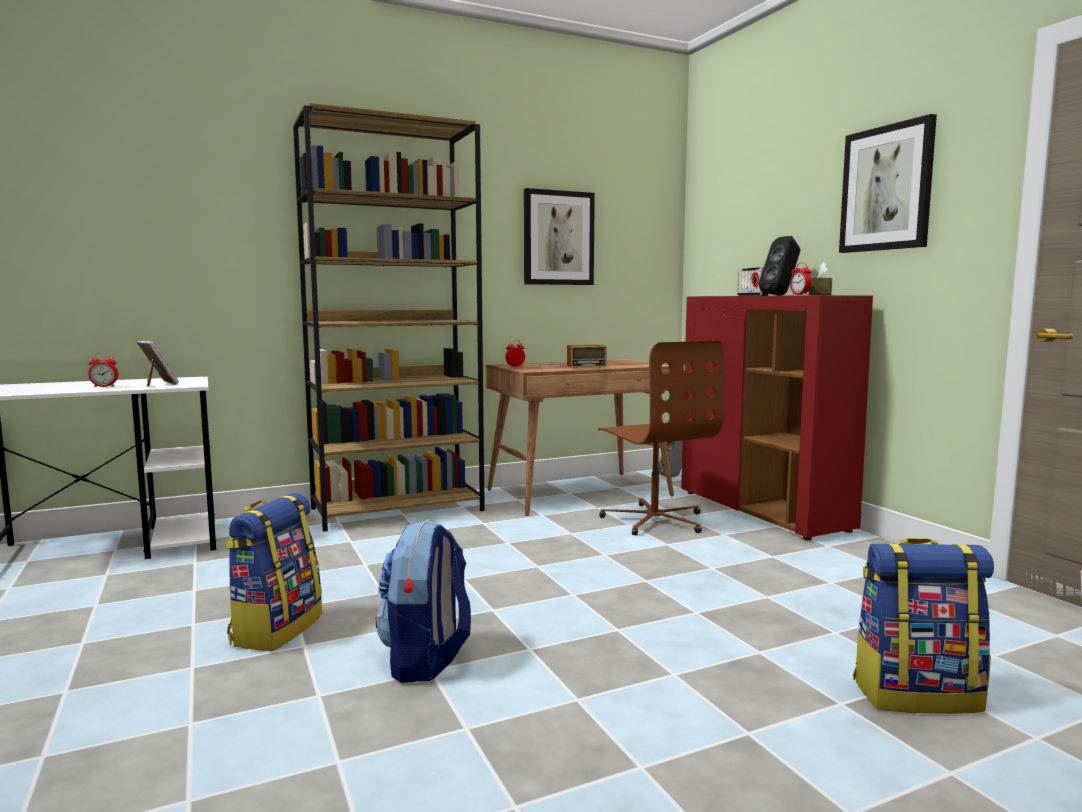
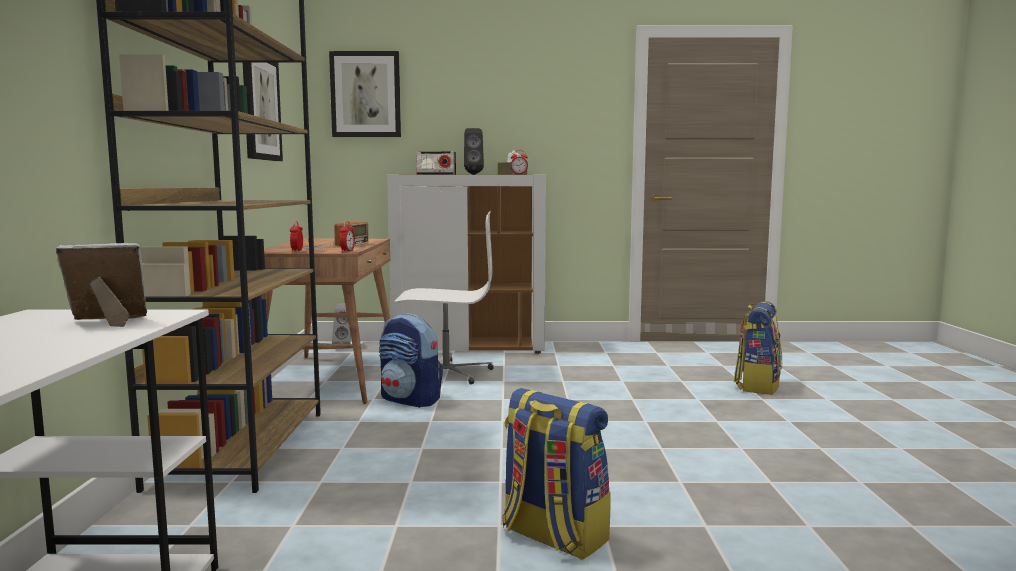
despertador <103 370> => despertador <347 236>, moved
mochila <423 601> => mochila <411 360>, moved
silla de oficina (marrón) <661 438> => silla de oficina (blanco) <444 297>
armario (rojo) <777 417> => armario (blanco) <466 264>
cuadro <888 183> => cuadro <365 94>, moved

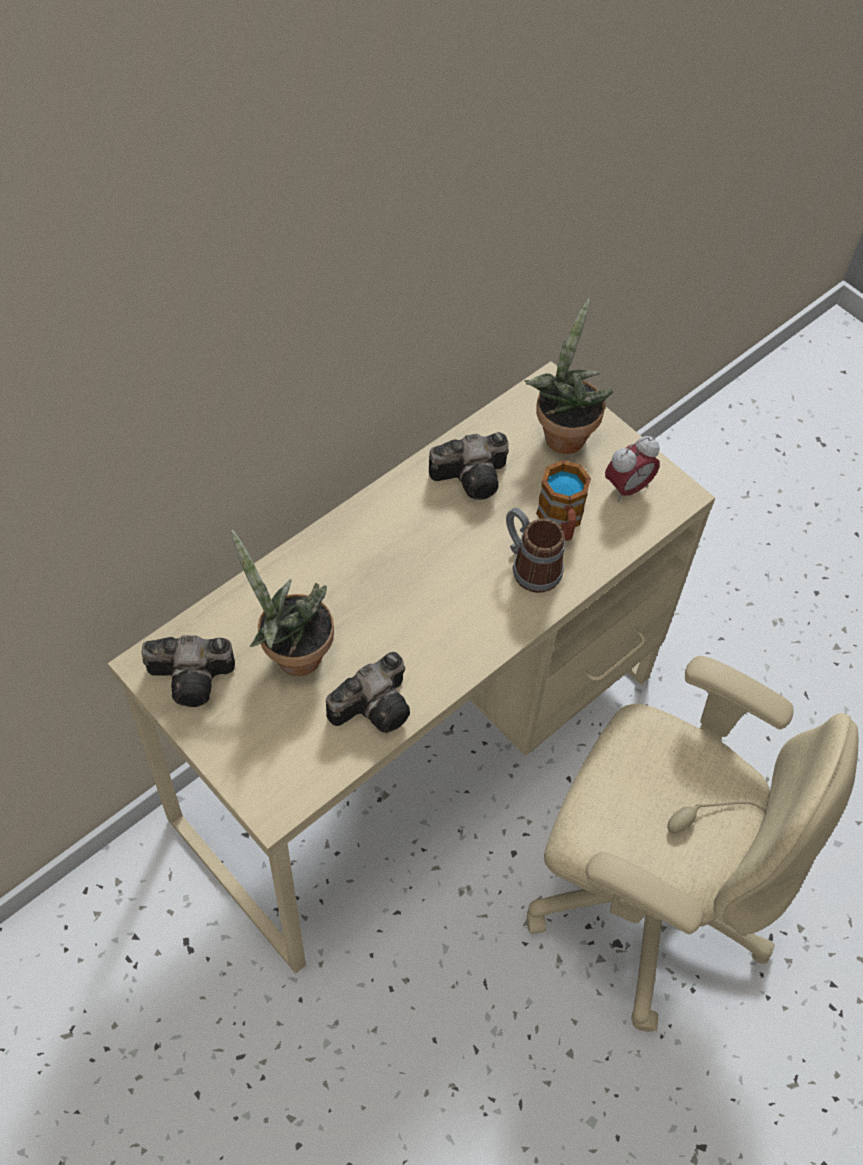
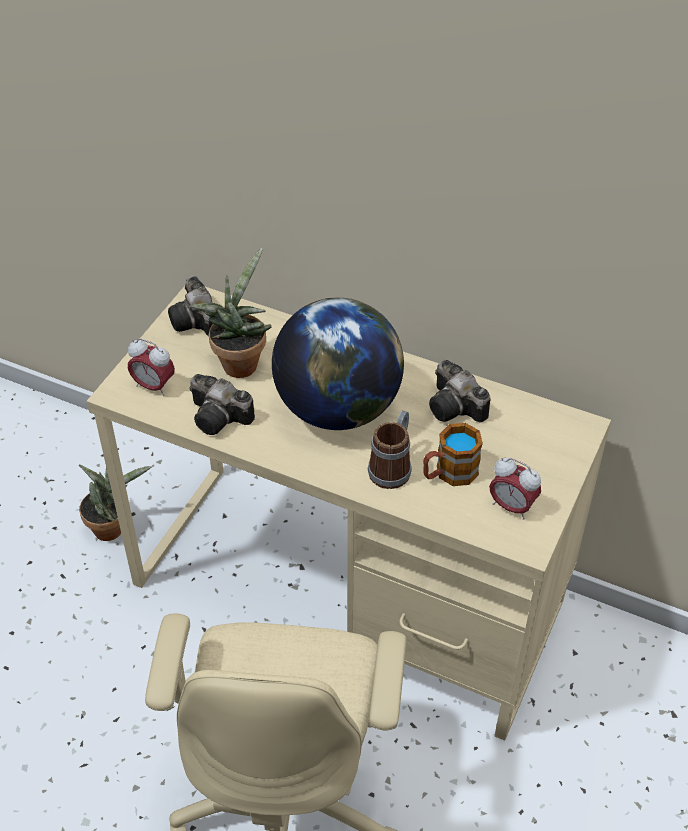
planta en maceta <569 376> => planta en maceta <115 503>, moved
nothing => despertador <151 367>
nothing => globo terráqueo <338 363>

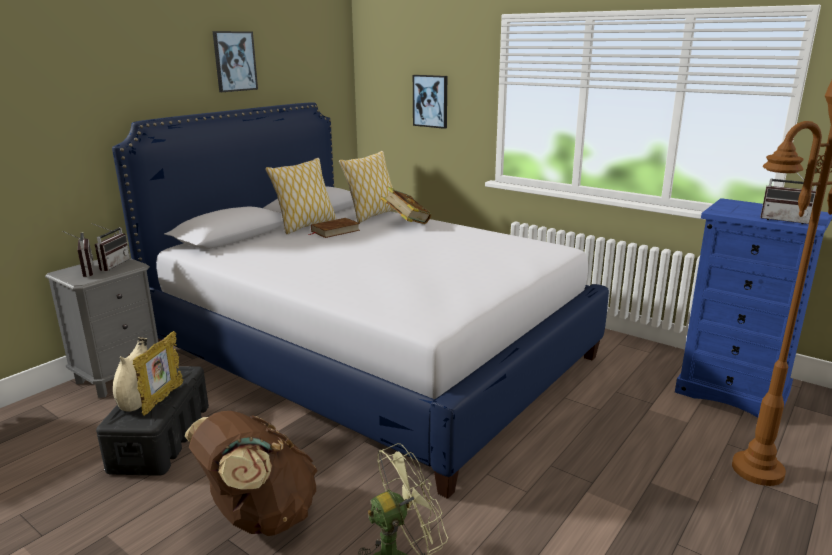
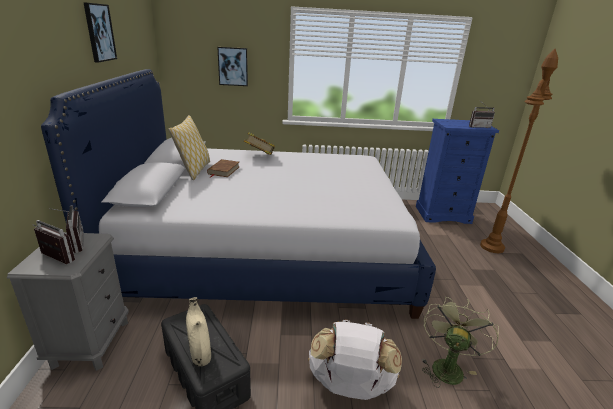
portarretratos <158 373> => nothing
mochila (marrón) <251 473> => mochila (blanco) <355 359>
cojín <367 187> => nothing

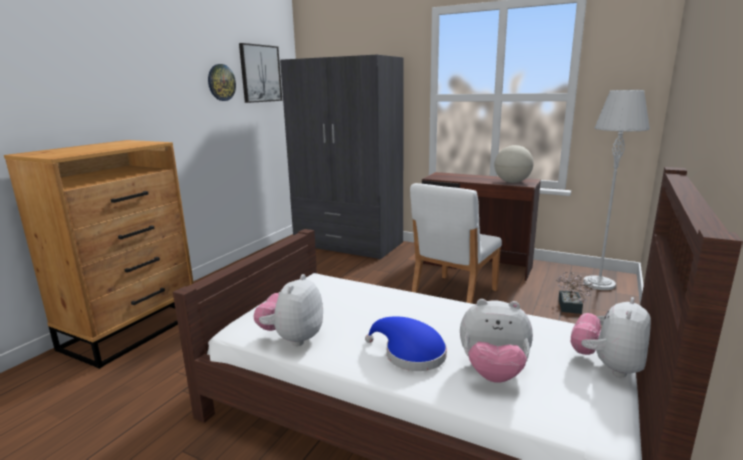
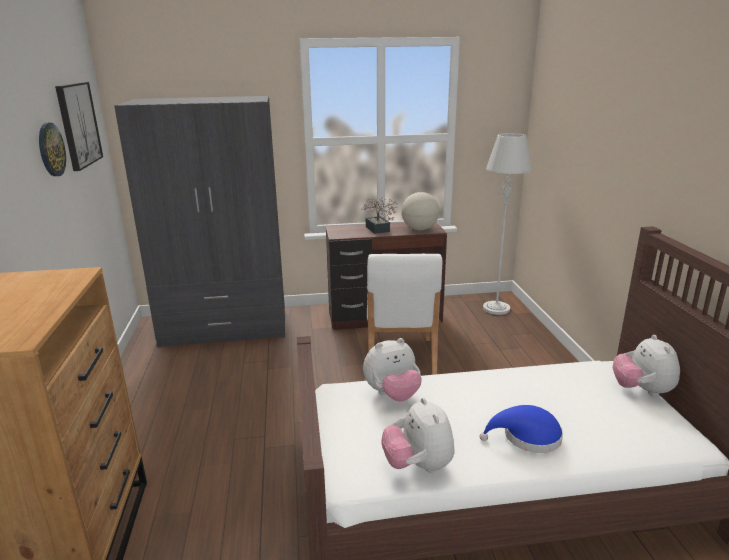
peluche <496 341> => peluche <392 369>, moved
planta en maceta <575 293> => planta en maceta <379 215>, moved

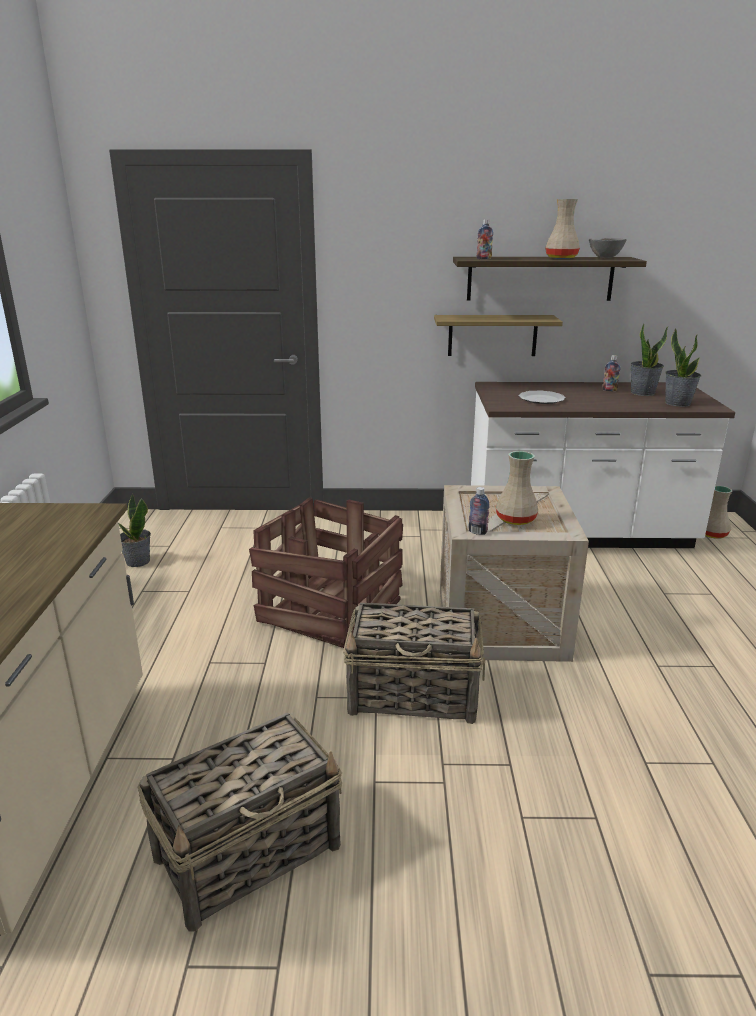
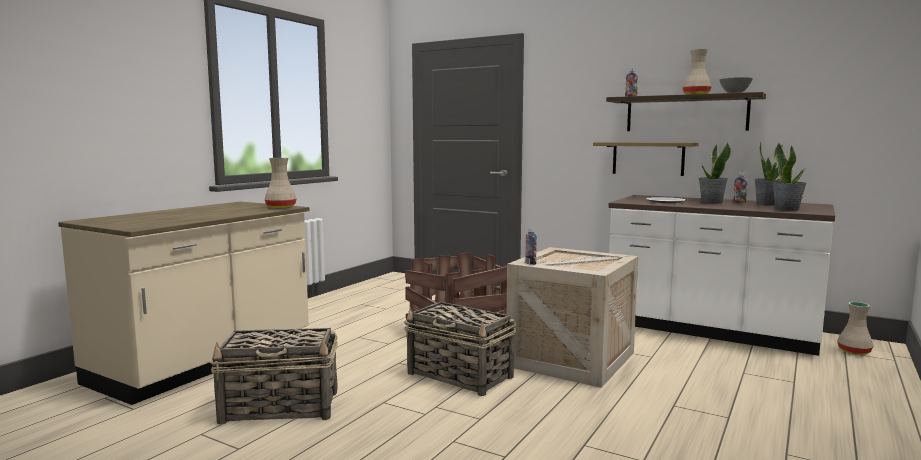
planta en maceta <134 530> => planta en maceta <715 173>, moved
florero (beis) <517 488> => florero (beis) <281 183>, moved

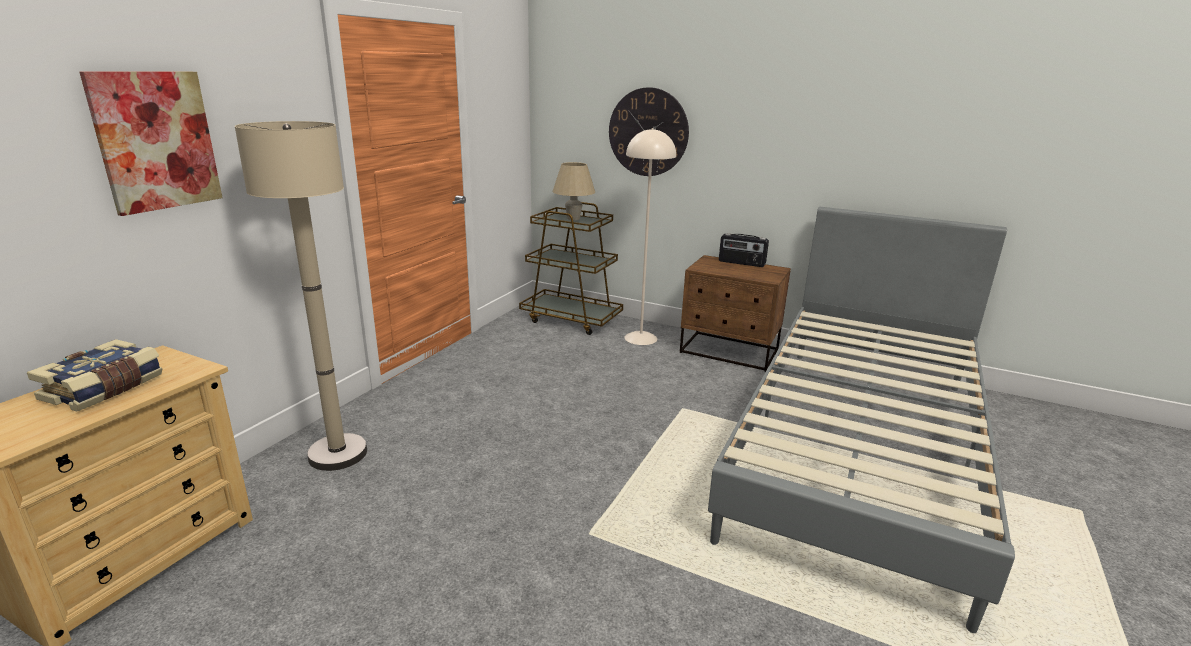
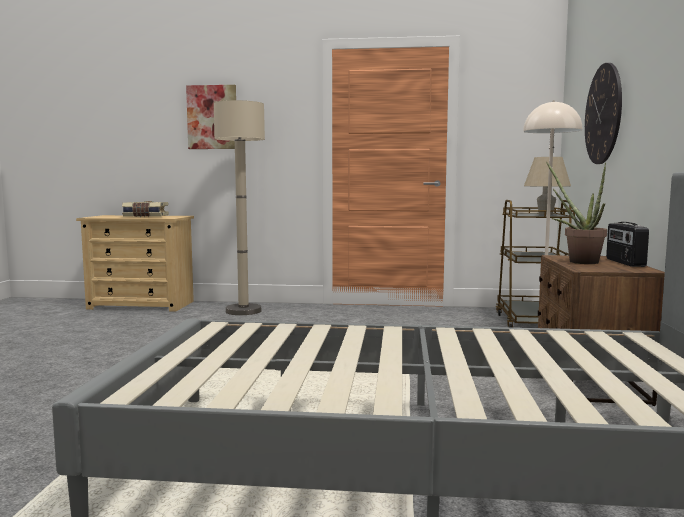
nothing => planta en maceta <576 213>

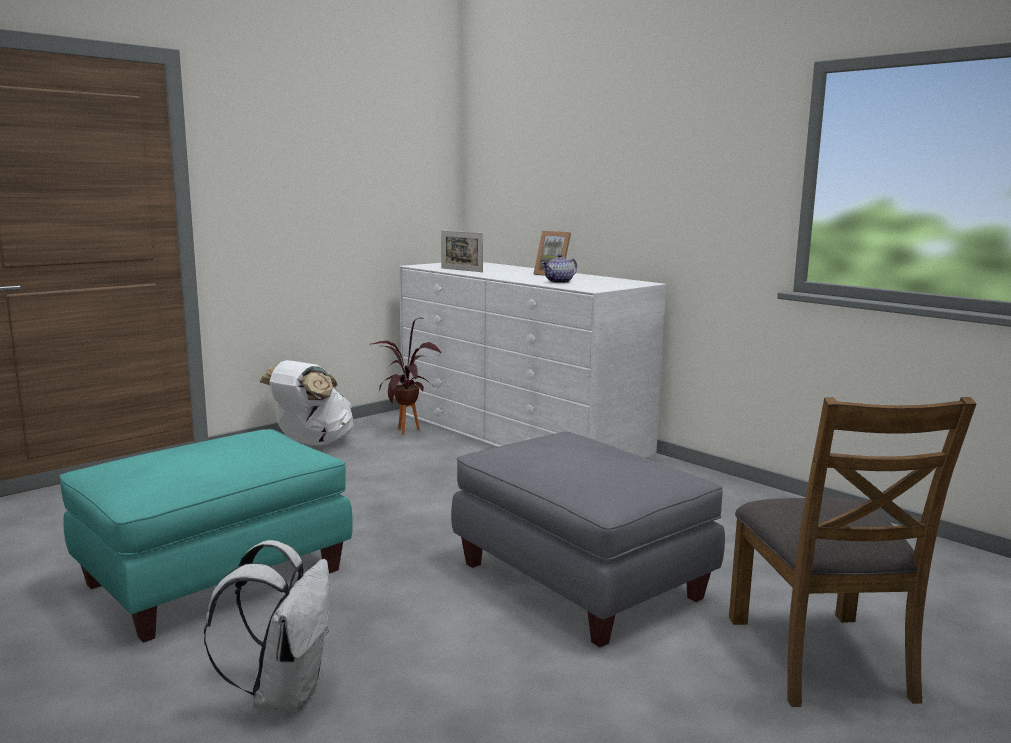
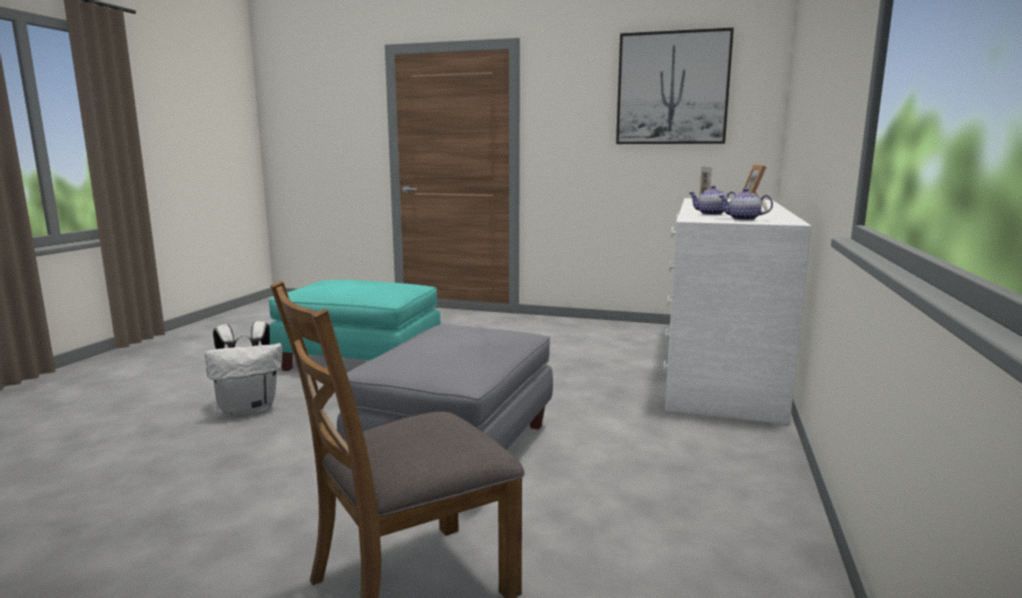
mochila (blanco) <307 402> => nothing
planta en maceta <406 376> => nothing
nothing => cuadro <675 86>
nothing => tetera <746 204>

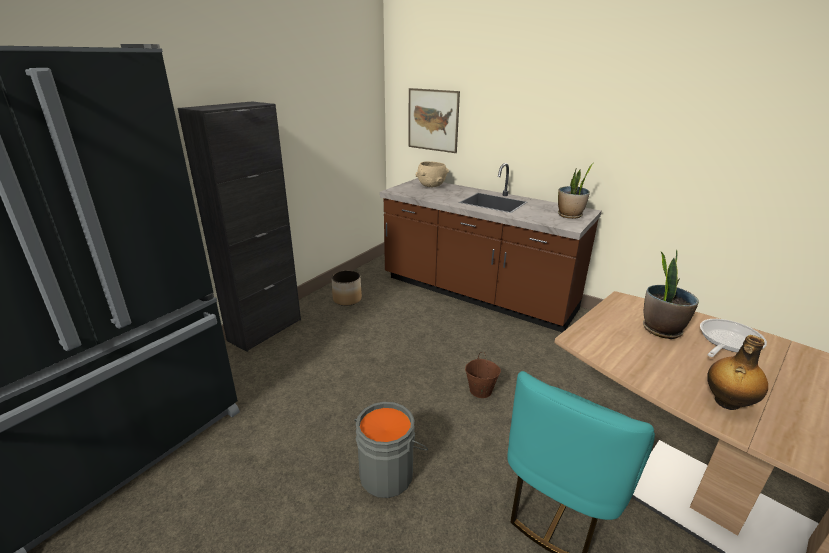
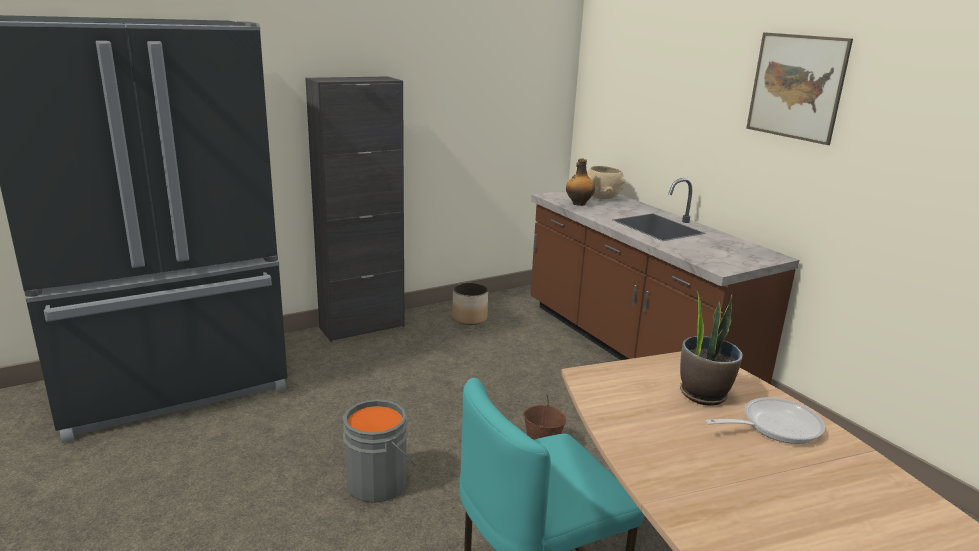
cuadro <434 120> => cuadro <799 88>, moved
planta en maceta <576 191> => nothing
botella <737 372> => botella <580 182>, moved

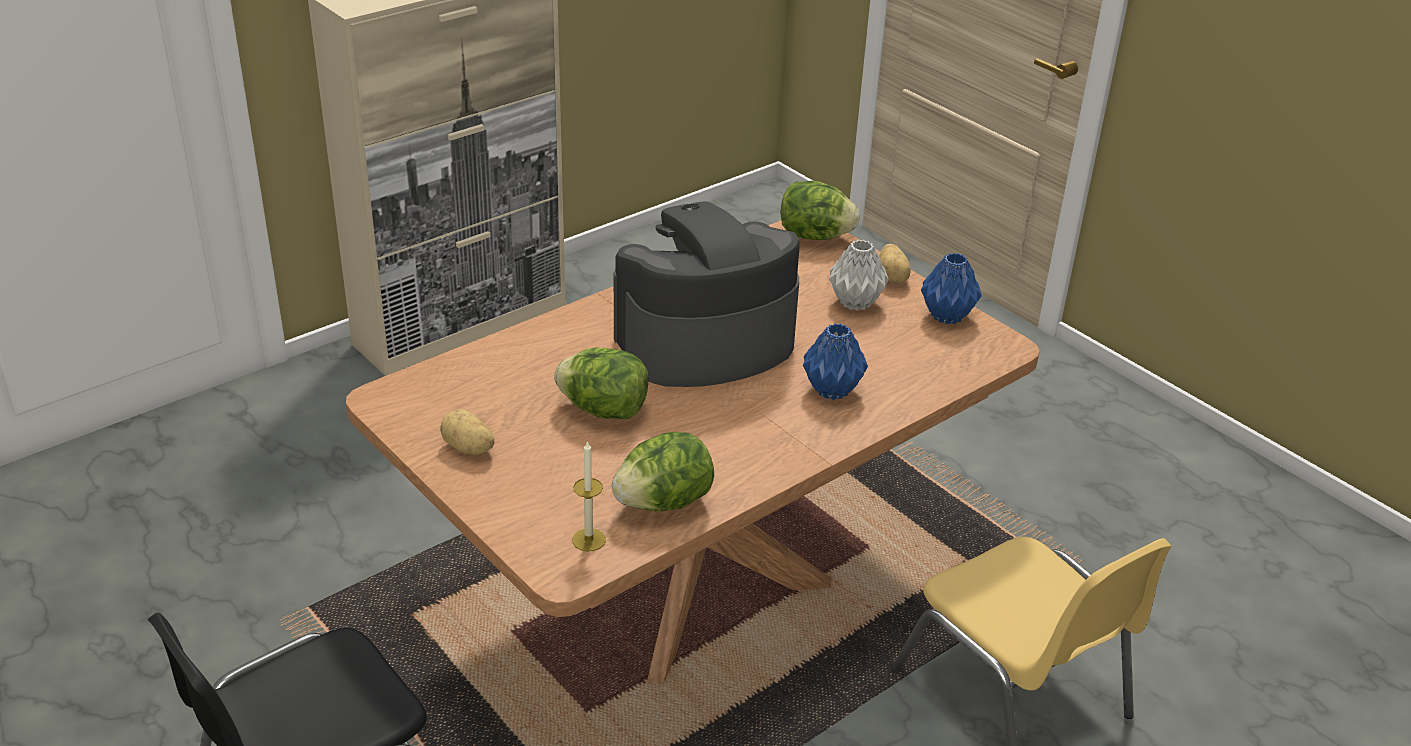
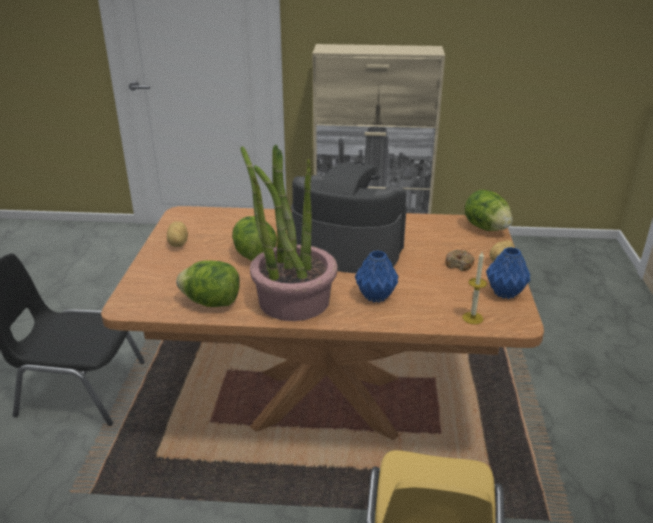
vela <589 496> => vela <474 288>, moved
florero (gris) <859 275> => rosquilla <460 260>
nothing => planta en maceta <289 232>

